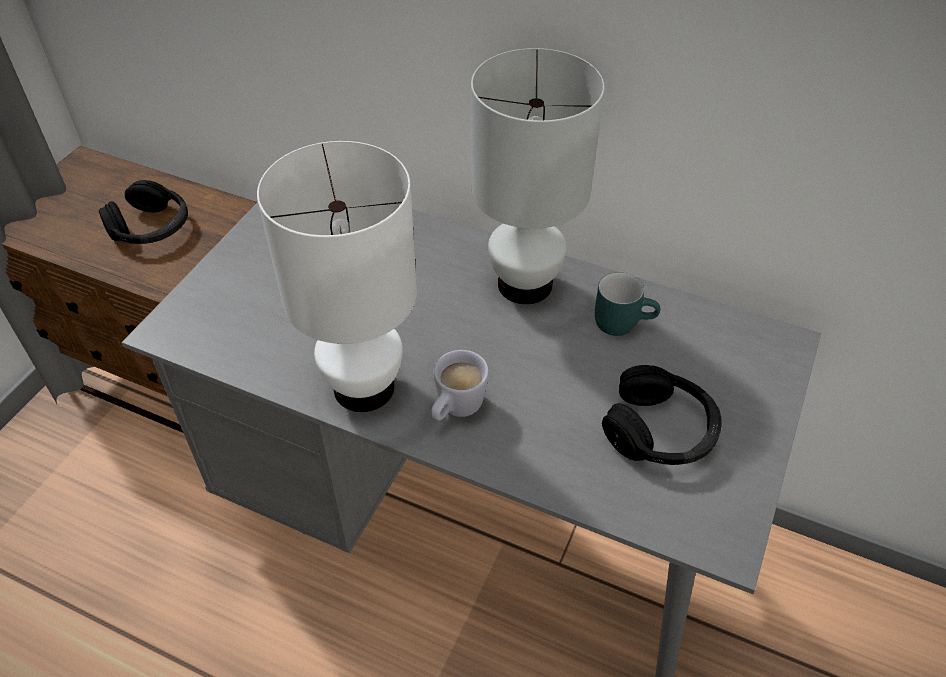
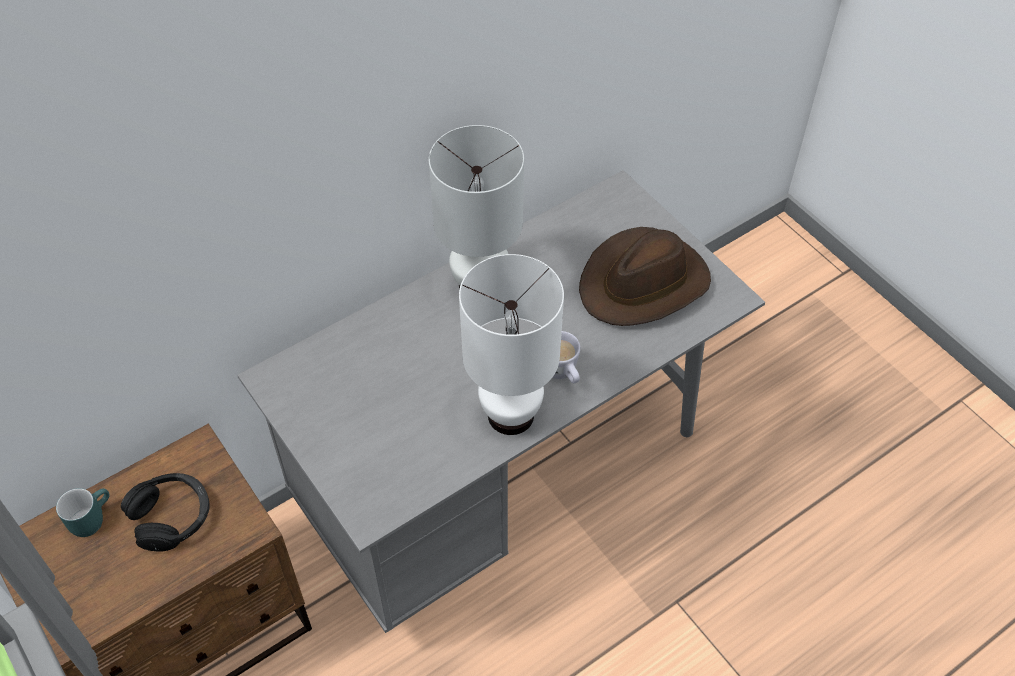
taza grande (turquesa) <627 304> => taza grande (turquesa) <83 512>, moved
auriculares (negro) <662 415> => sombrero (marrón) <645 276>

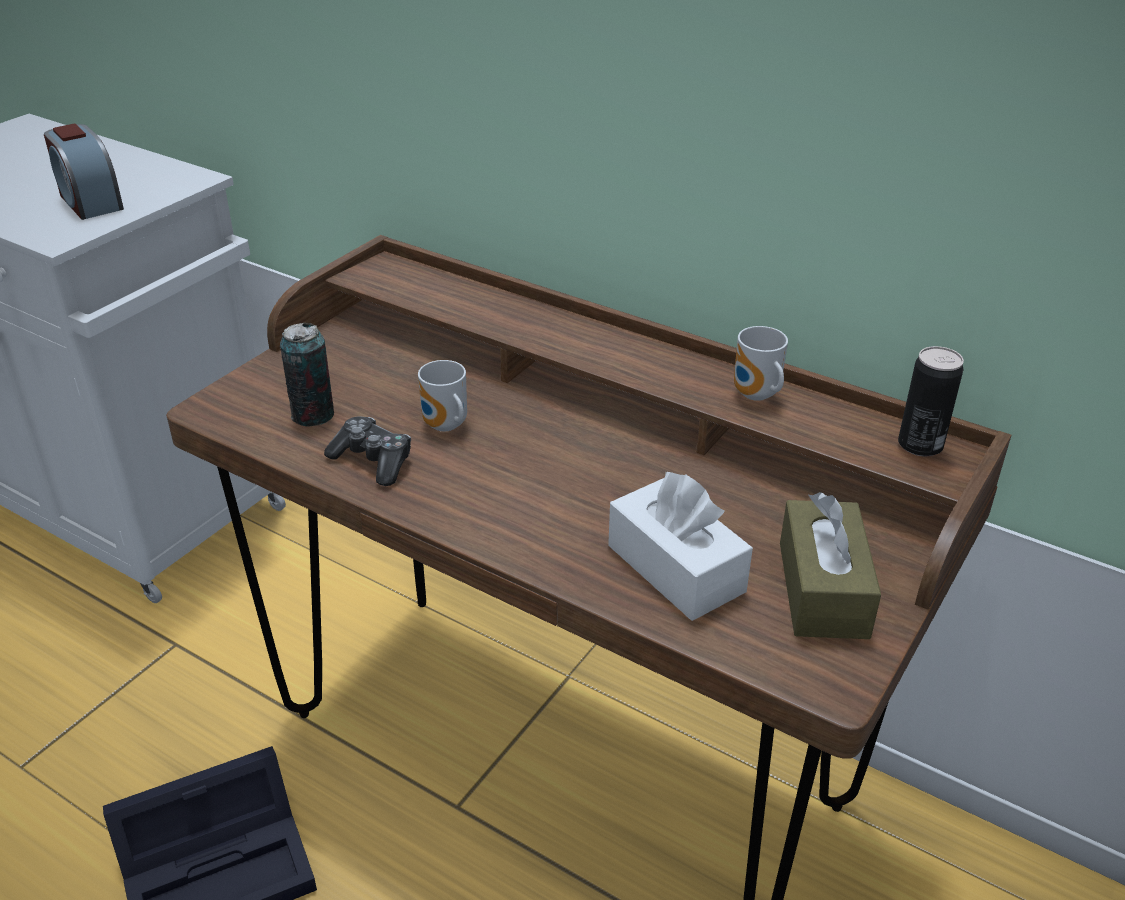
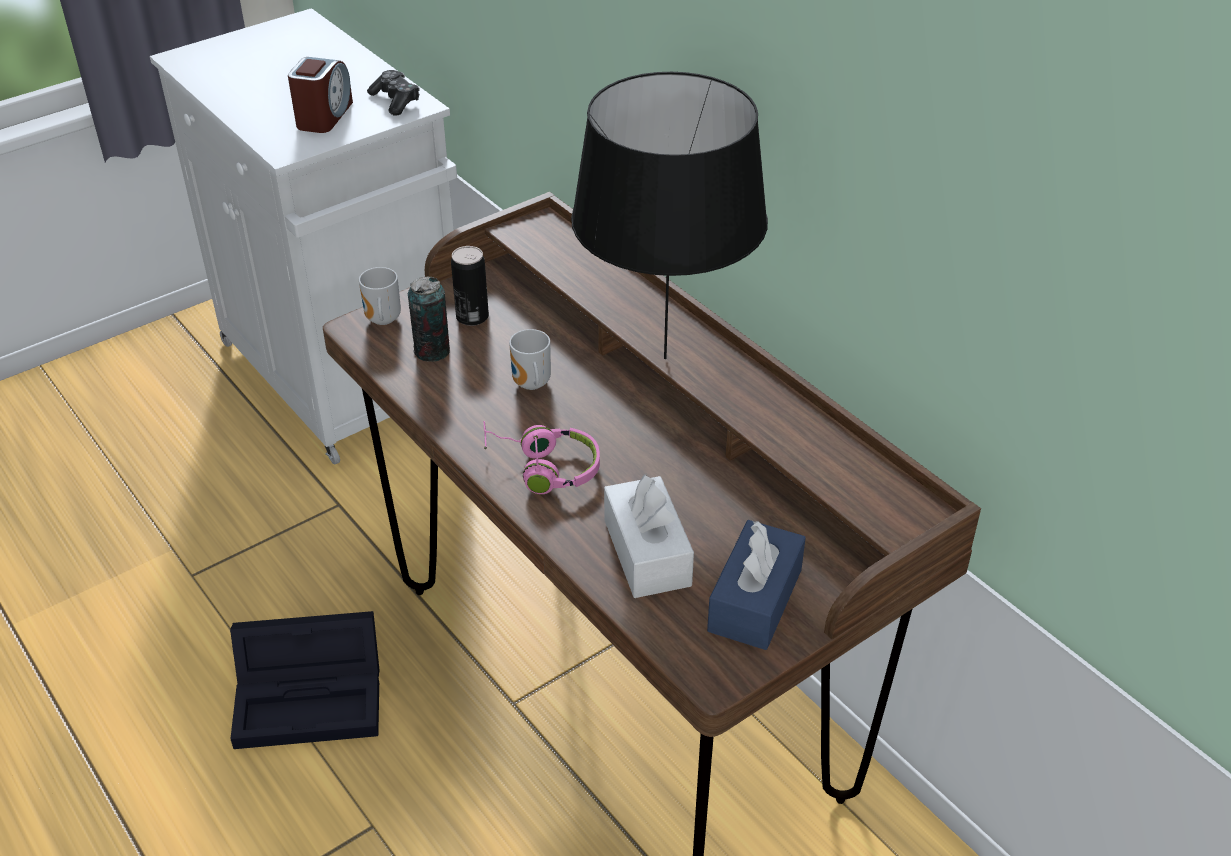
despertador <84 172> => despertador <320 95>, 150 degrees counterclockwise
mando de consola <367 451> => mando de consola <393 93>, moved
taza grande <761 363> => taza grande <380 296>, moved
caja de pañuelos (marrón) <830 565> => caja de pañuelos (azul) <756 585>
lata <931 401> => lata <470 286>, moved
nothing => auriculares (rosa) <542 457>
nothing => lámpara de mesa (negro) <669 215>

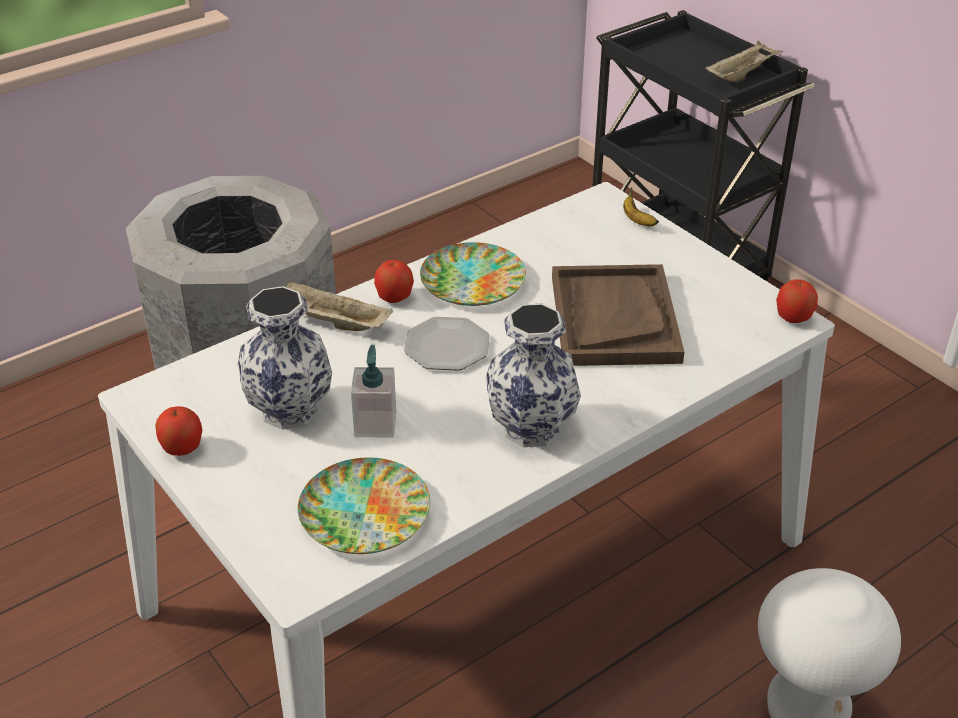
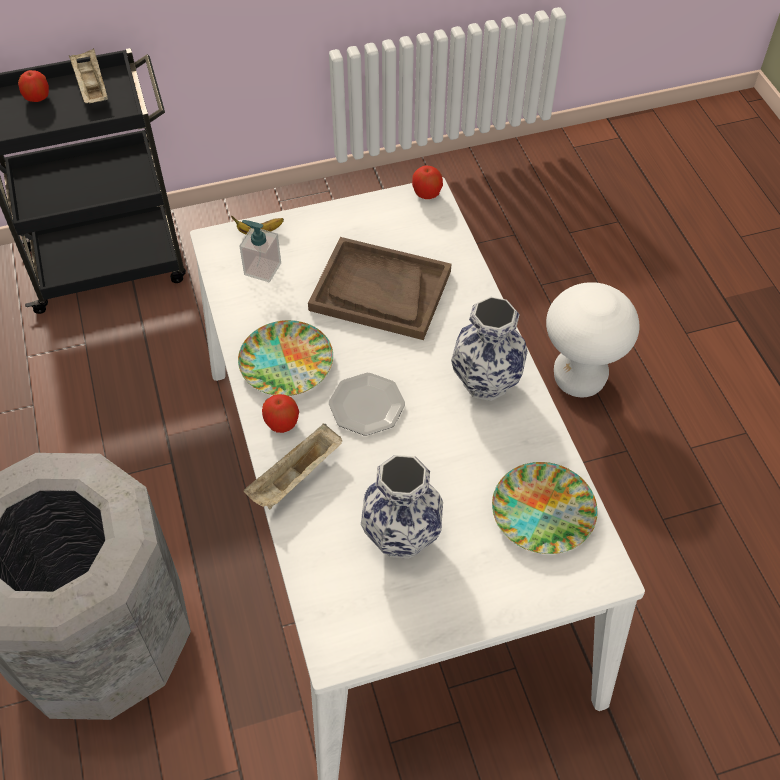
manzana <178 431> => manzana <33 86>, moved
dispensador de jabón <373 391> => dispensador de jabón <260 251>, moved

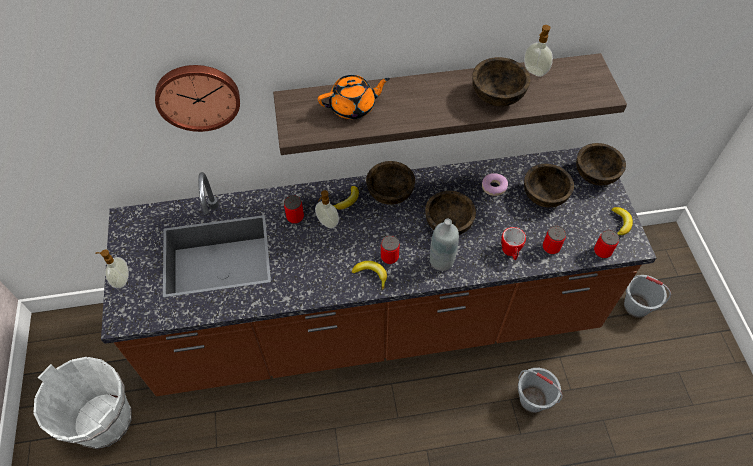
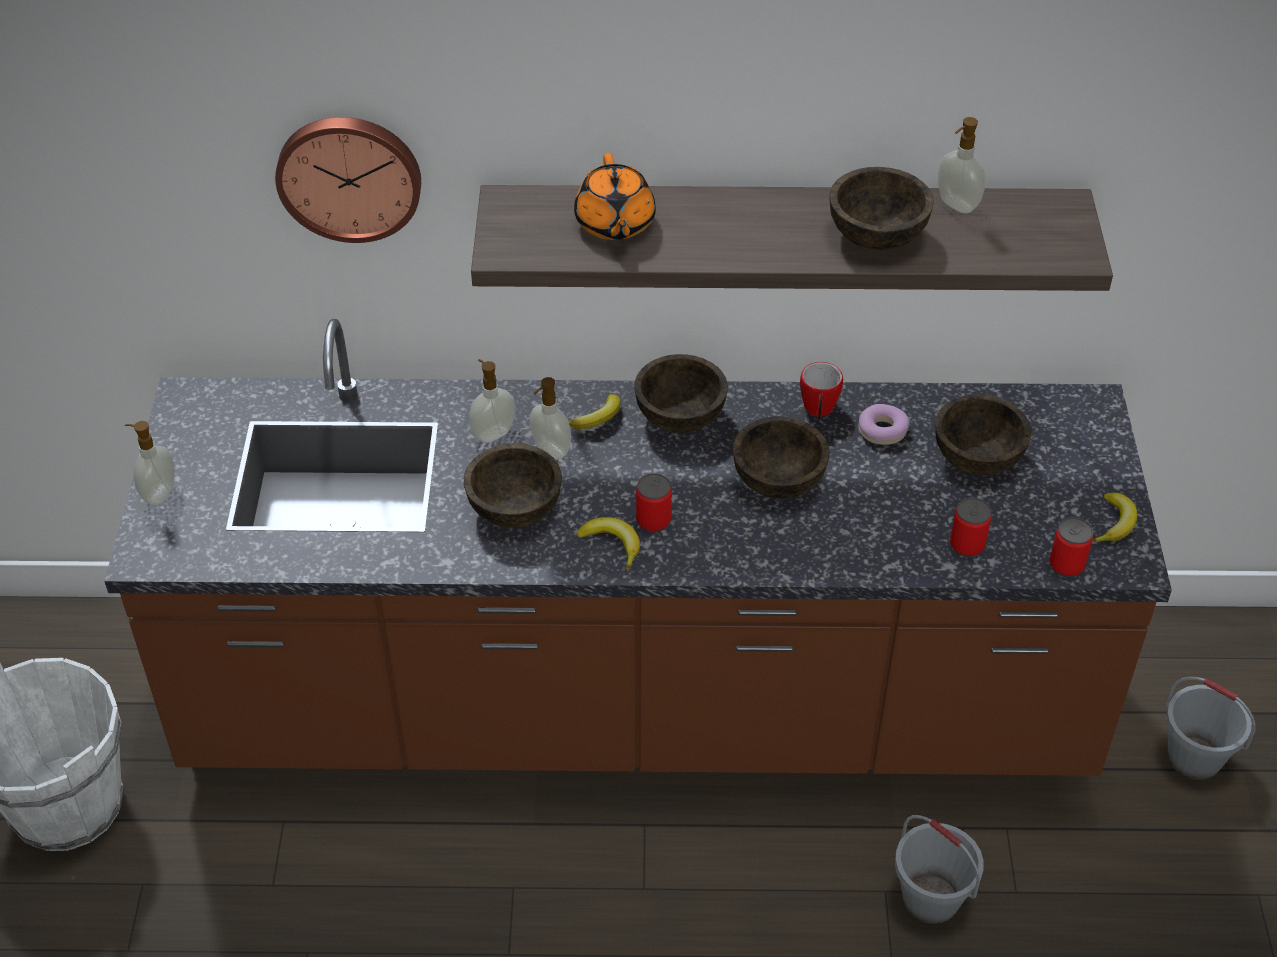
lata <294 209> => dispensador de jabón <492 401>
tetera (naranja) <354 97> => tetera (naranja) <615 196>, 90 degrees clockwise
botella (gris) <444 245> => nothing
taza grande <513 243> => taza grande <821 390>, moved
cuenco (marrón) <601 164> => cuenco (marrón) <513 485>, moved

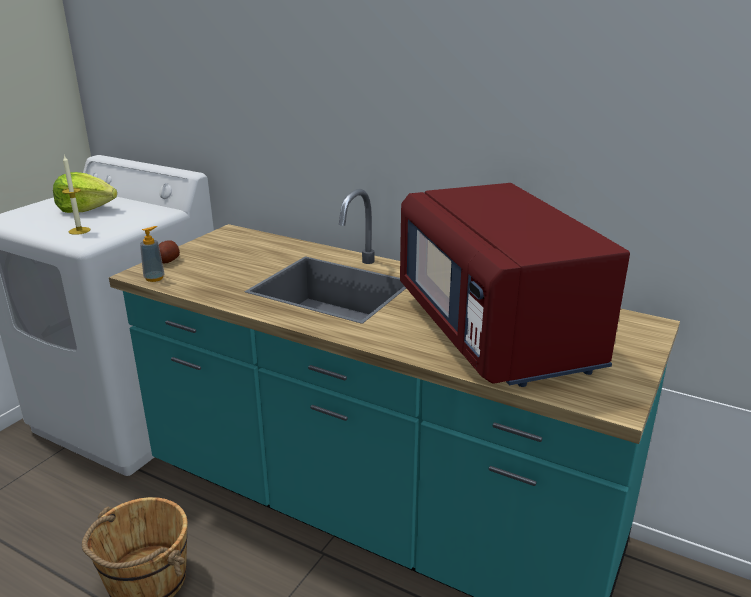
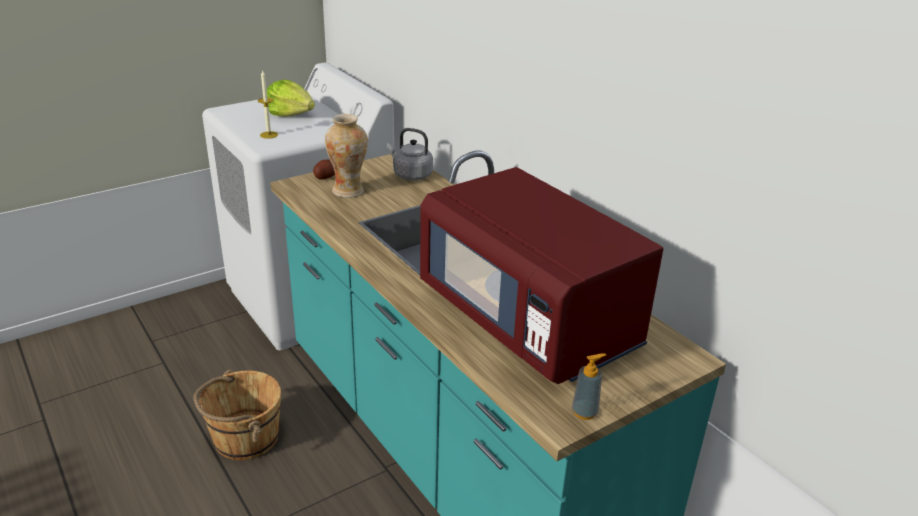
dispensador de jabón <152 254> => dispensador de jabón <589 387>, moved
microondas (rojo) <515 285> => microondas (rojo) <541 275>, 45 degrees counterclockwise
nothing => florero <346 156>
nothing => hervidor (gris) <410 154>

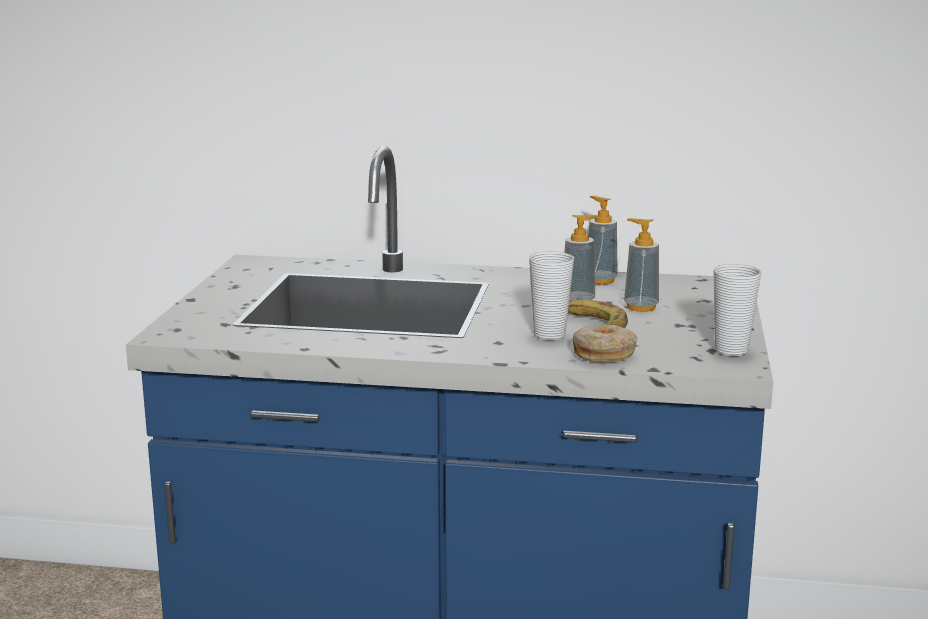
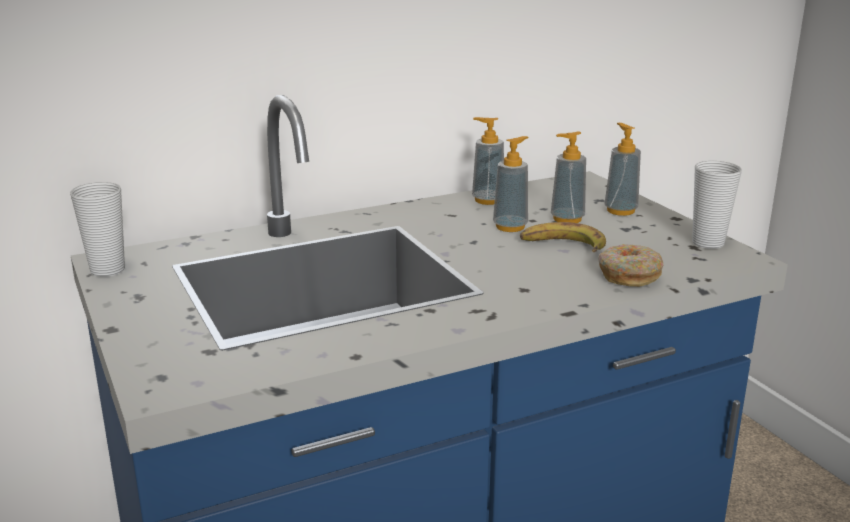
taza <551 295> => taza <97 229>, moved
nothing => dispensador de jabón <623 169>

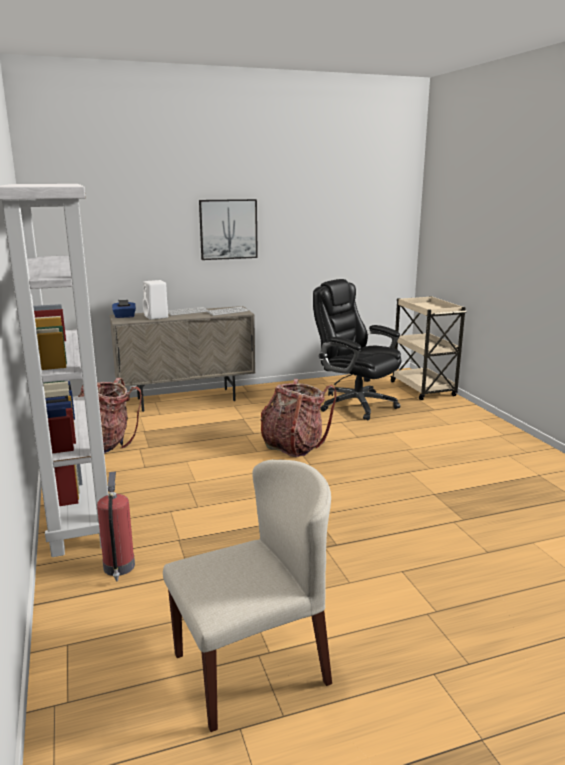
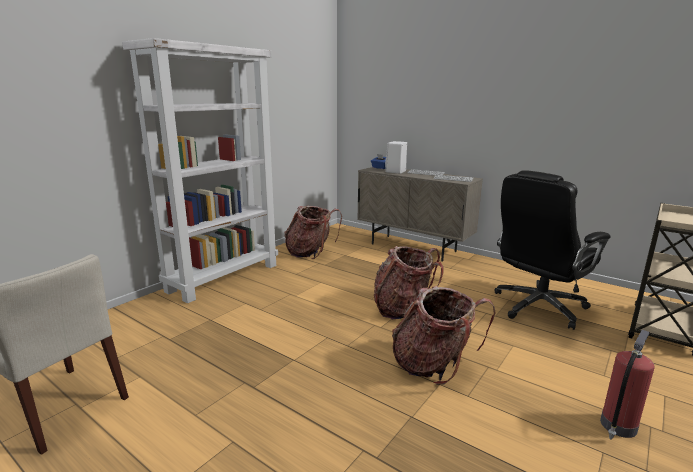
extintor <116 527> => extintor <627 384>, moved
cuadro <228 229> => nothing
silla de oficina (negro) <357 349> => silla de oficina (negro) <553 250>, 135 degrees counterclockwise
nothing => mochila <443 335>

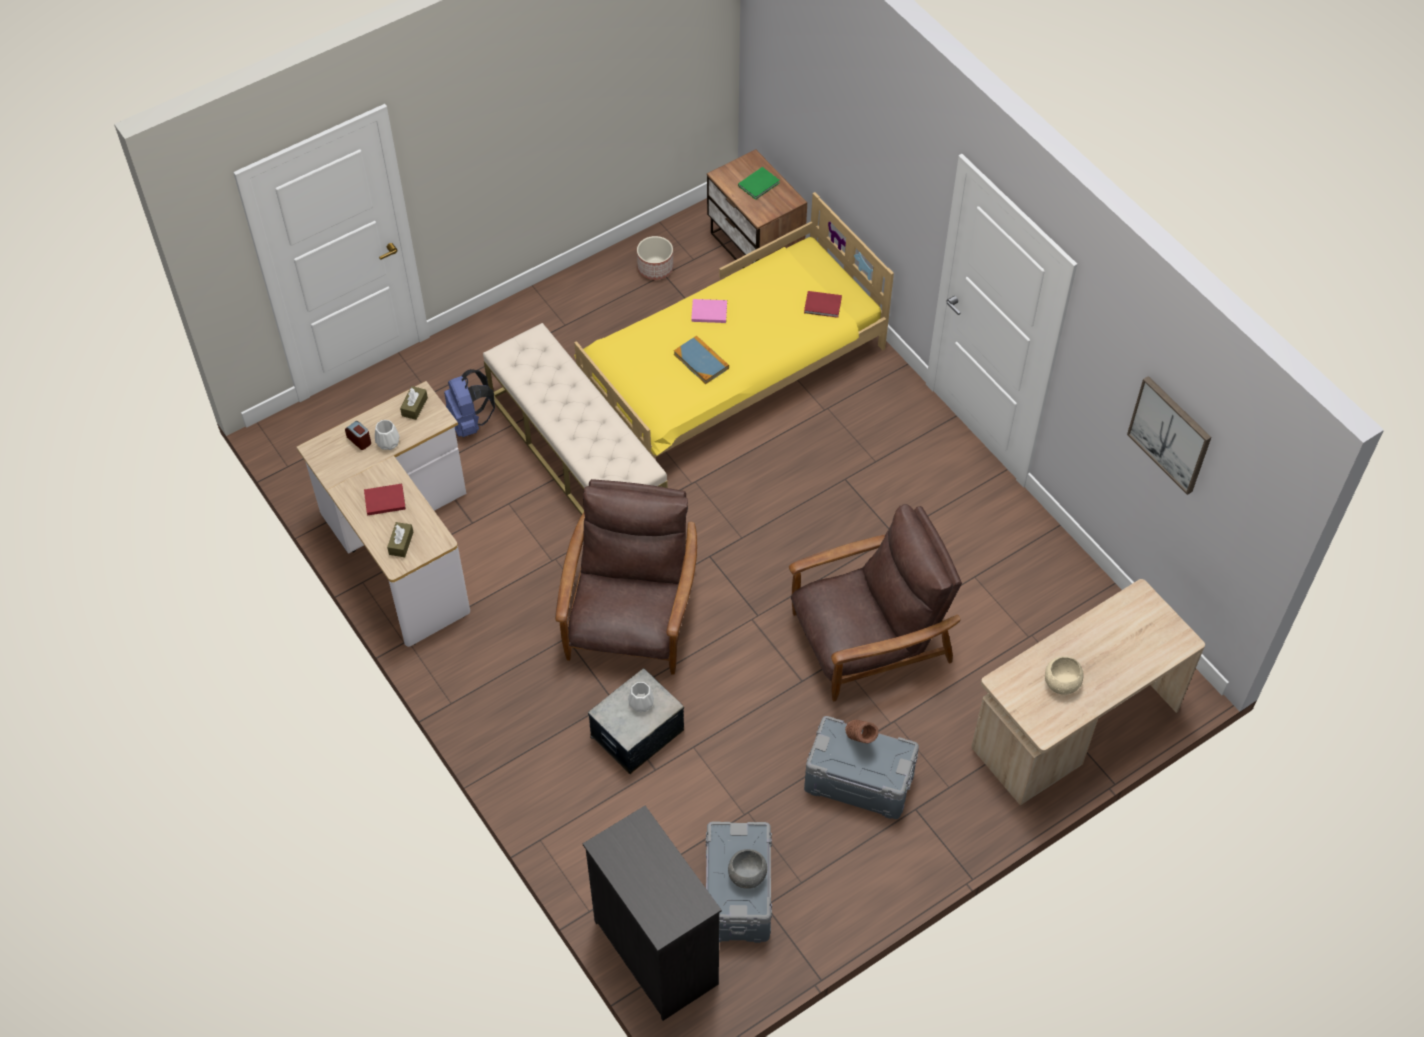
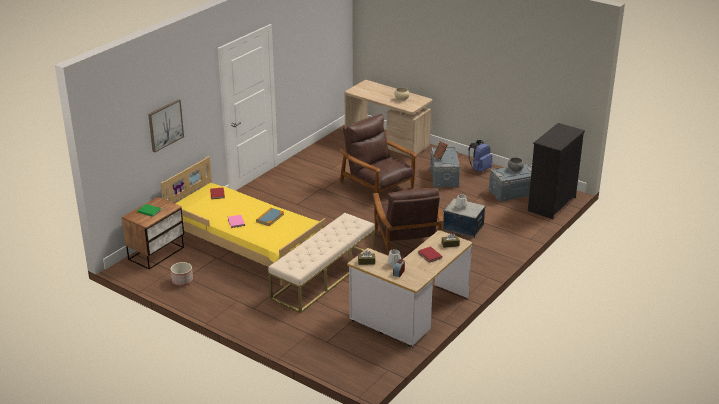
mochila (azul) <469 403> => mochila (azul) <480 156>, moved
sillón (marrón) <626 577> => sillón (marrón) <408 222>, 90 degrees counterclockwise
cuadro <1169 435> => cuadro <166 125>, moved

